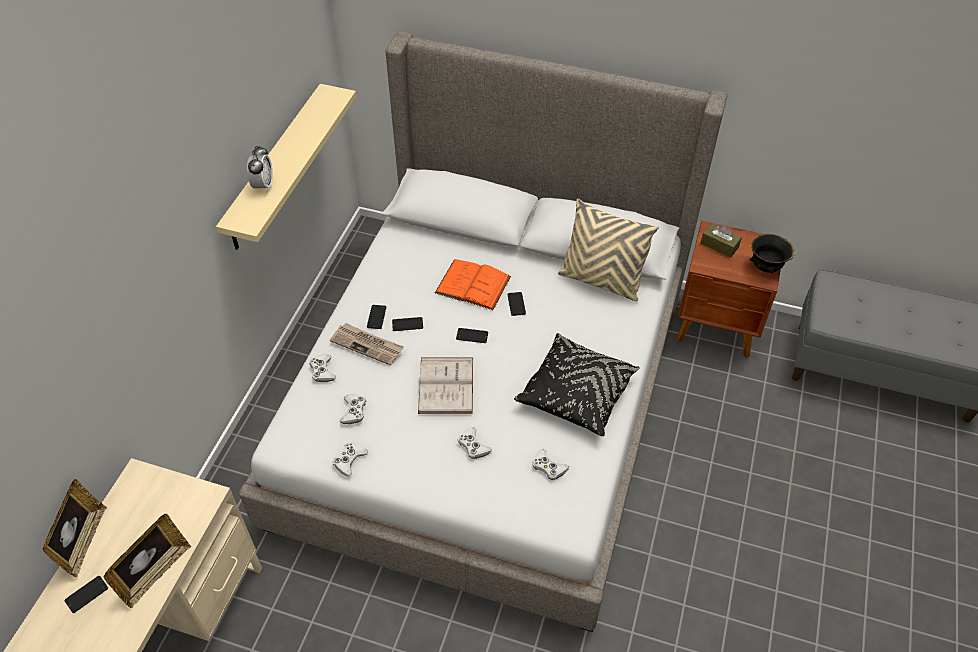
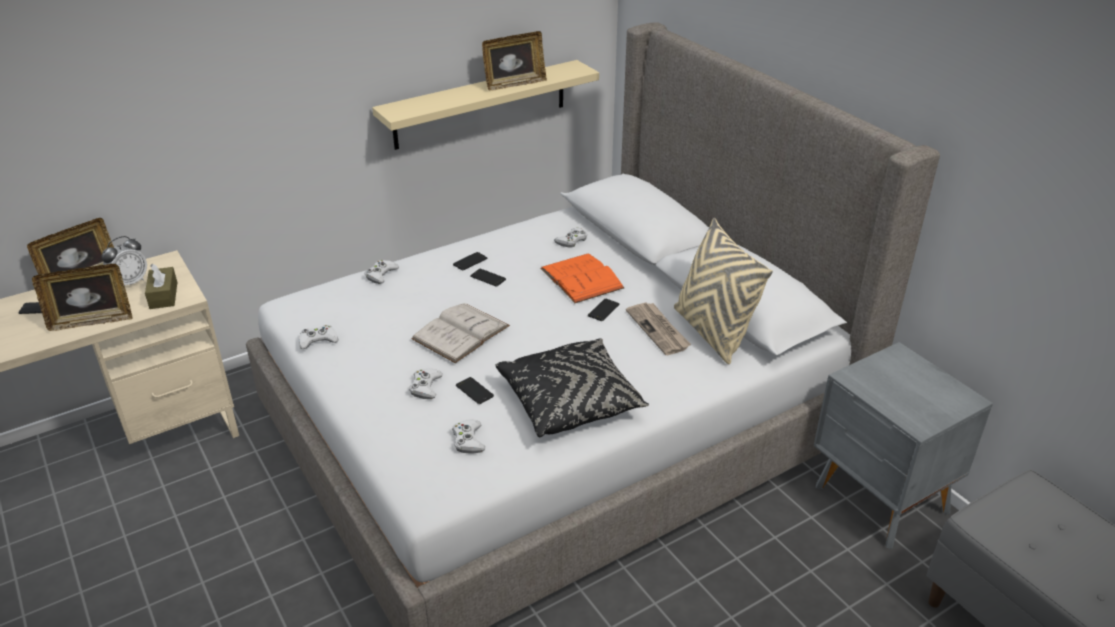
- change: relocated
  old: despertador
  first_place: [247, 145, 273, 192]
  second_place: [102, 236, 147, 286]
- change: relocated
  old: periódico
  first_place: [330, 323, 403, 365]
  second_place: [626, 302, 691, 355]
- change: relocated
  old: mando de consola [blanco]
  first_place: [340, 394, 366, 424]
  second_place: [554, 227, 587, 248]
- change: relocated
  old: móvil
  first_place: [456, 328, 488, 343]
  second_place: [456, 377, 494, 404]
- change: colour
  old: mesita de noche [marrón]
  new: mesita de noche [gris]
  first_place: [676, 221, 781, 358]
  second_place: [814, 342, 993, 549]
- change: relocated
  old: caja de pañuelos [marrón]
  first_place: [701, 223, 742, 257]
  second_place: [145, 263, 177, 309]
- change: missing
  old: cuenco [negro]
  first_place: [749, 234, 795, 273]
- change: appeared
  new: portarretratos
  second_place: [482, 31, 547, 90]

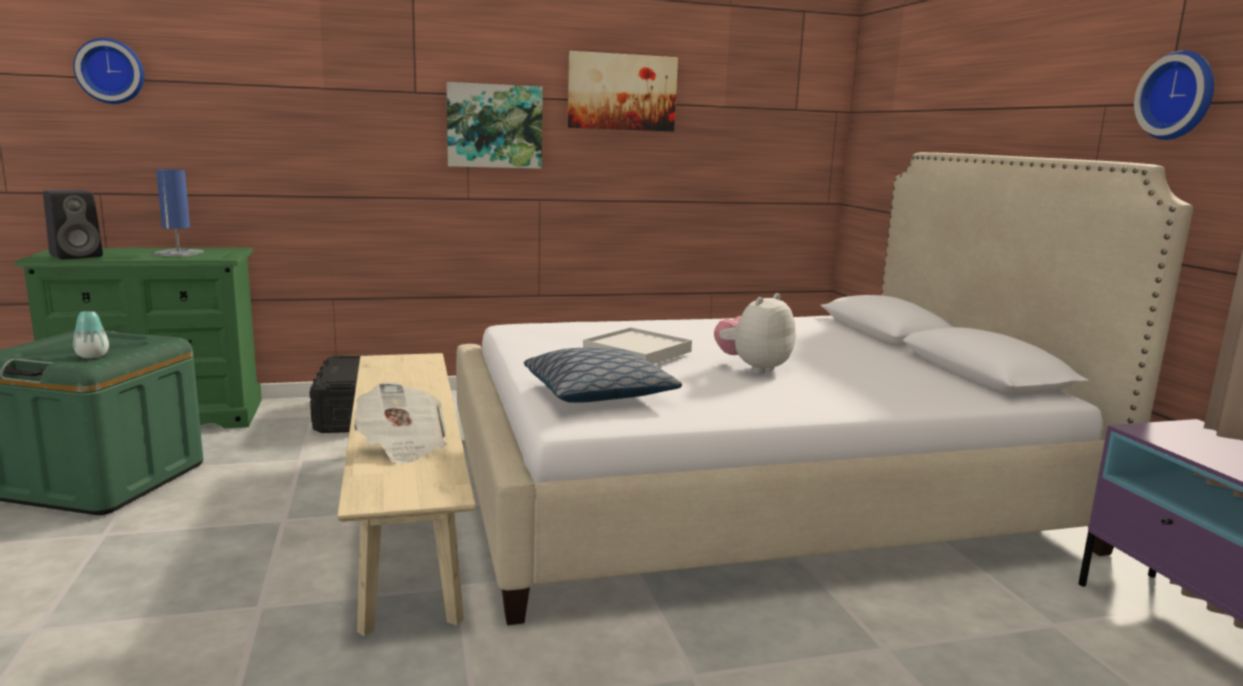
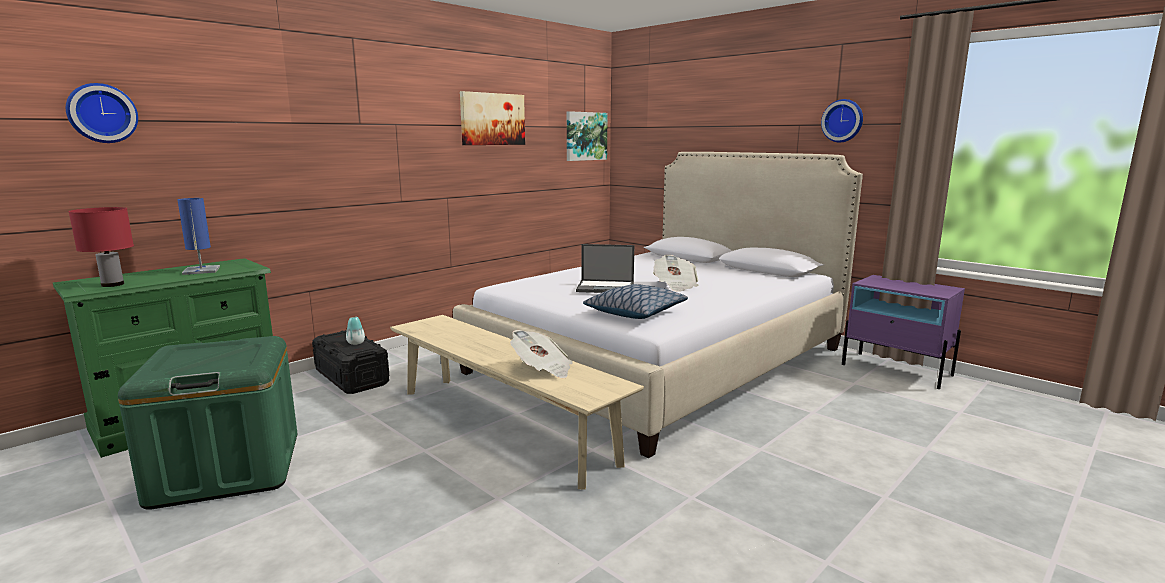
- change: exchanged
  old: altavoz [negro]
  new: lámpara de mesa [rojo]
  first_place: [43, 190, 103, 259]
  second_place: [68, 207, 134, 287]
- change: relocated
  old: florero
  first_place: [73, 311, 109, 358]
  second_place: [346, 317, 365, 345]
- change: relocated
  old: cuadro
  first_place: [446, 82, 543, 169]
  second_place: [567, 111, 608, 161]
- change: exchanged
  old: bandeja [blanco]
  new: portátil
  first_place: [583, 327, 692, 364]
  second_place: [576, 244, 634, 293]
- change: exchanged
  old: peluche
  new: periódico
  first_place: [714, 293, 795, 374]
  second_place: [653, 255, 698, 292]

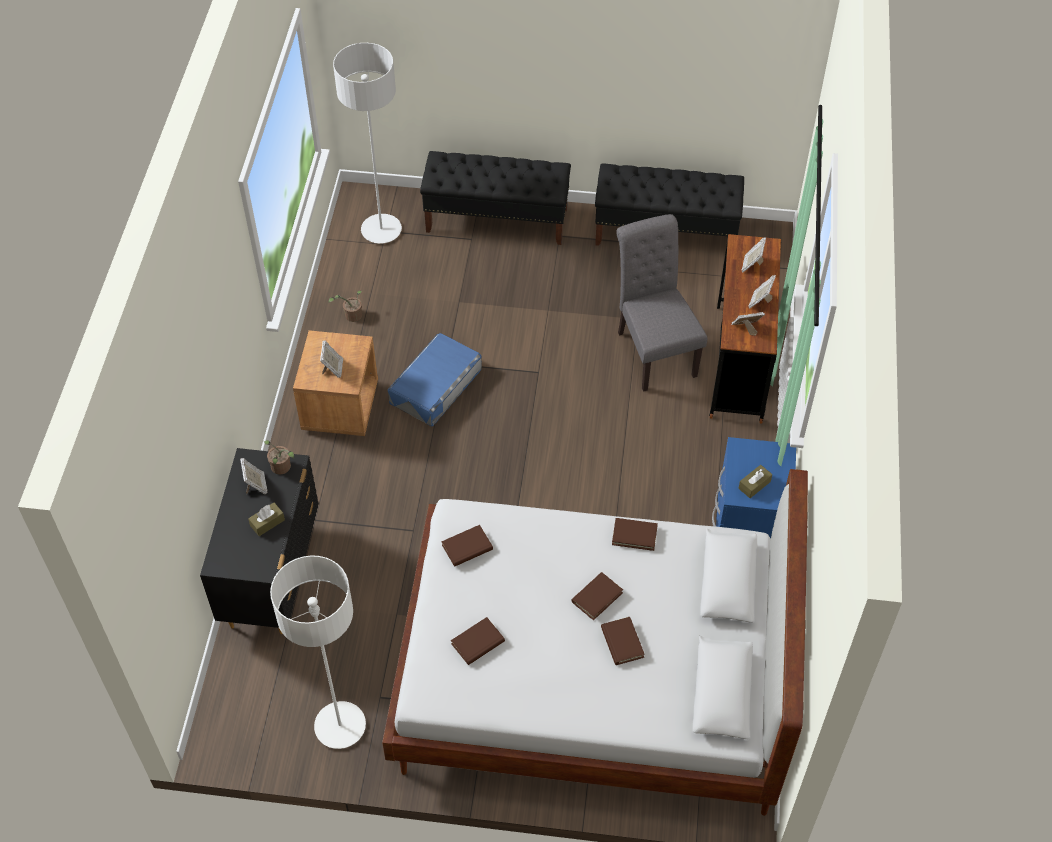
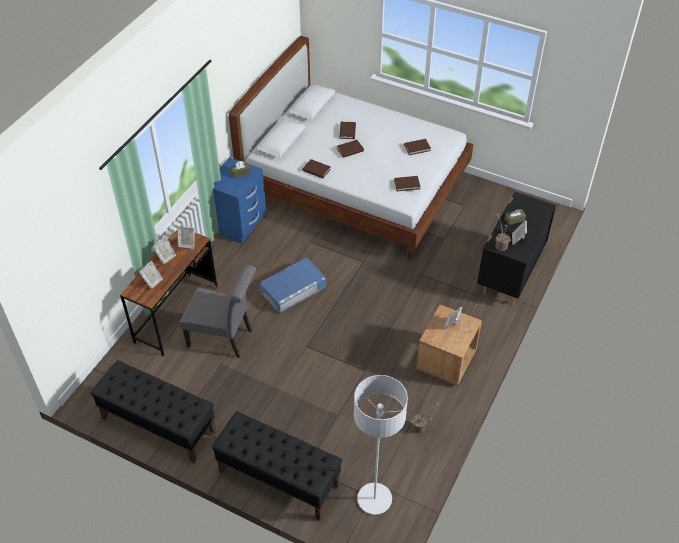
- change: missing
  old: lámpara de pie [blanco]
  first_place: [270, 556, 366, 749]
- change: relocated
  old: caja de almacenaje [azul]
  first_place: [388, 333, 482, 426]
  second_place: [259, 258, 327, 314]
- change: spun
  old: silla [gris]
  first_place: [616, 214, 707, 392]
  second_place: [179, 265, 256, 358]
  degrees: -75

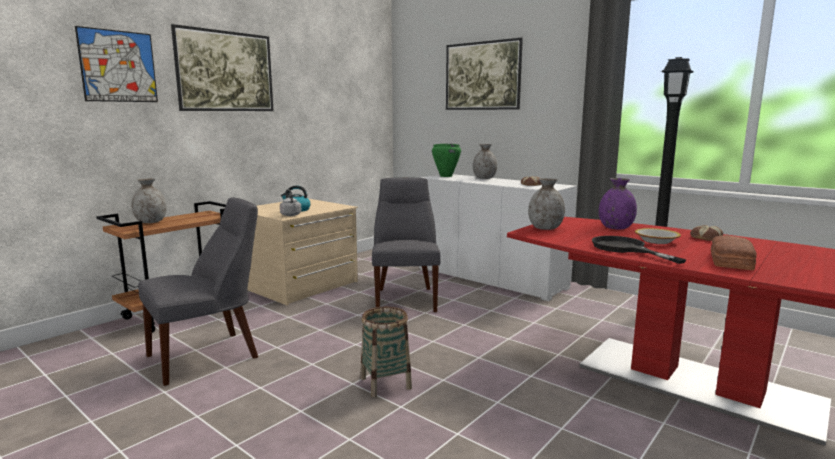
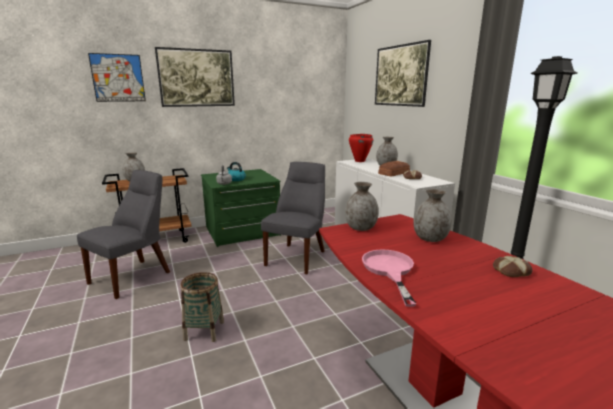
- change: spun
  old: silla [gris]
  first_place: [138, 197, 258, 386]
  second_place: [77, 170, 170, 299]
  degrees: -45
- change: colour
  old: cómoda [beis]
  new: cómoda [verde]
  first_place: [247, 199, 358, 305]
  second_place: [201, 169, 281, 247]
- change: colour
  old: olla [verde]
  new: olla [rojo]
  first_place: [432, 144, 461, 177]
  second_place: [349, 134, 373, 162]
- change: colour
  old: sartén [negro]
  new: sartén [rosa]
  first_place: [592, 236, 686, 264]
  second_place: [362, 249, 416, 307]
- change: colour
  old: florero [morado]
  new: florero [gris]
  first_place: [599, 178, 637, 229]
  second_place: [413, 189, 452, 242]
- change: missing
  old: cuenco
  first_place: [635, 228, 681, 244]
- change: relocated
  old: pan
  first_place: [711, 235, 757, 270]
  second_place: [378, 161, 410, 177]

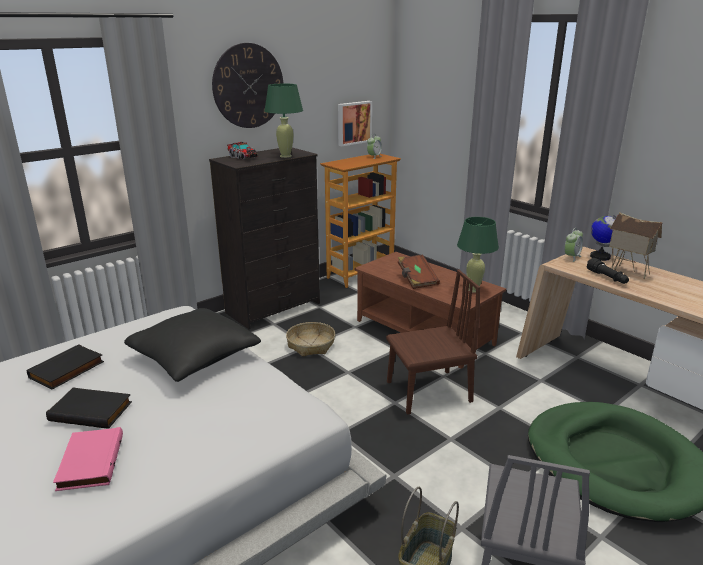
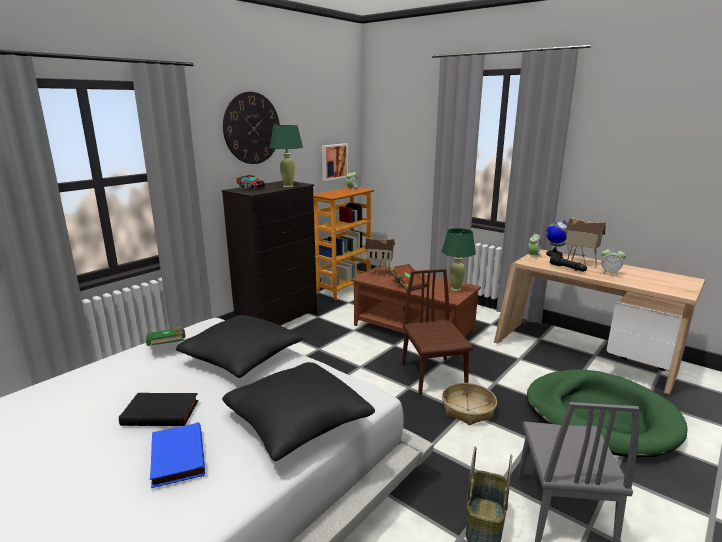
- change: missing
  old: libro [negro]
  first_place: [27, 345, 104, 390]
- change: colour
  old: libro [rosa]
  new: libro [azul]
  first_place: [53, 427, 123, 491]
  second_place: [150, 422, 205, 488]
- change: relocated
  old: cesta
  first_place: [286, 322, 335, 356]
  second_place: [442, 383, 497, 425]
- change: spun
  old: silla [marrón]
  first_place: [386, 270, 480, 415]
  second_place: [402, 269, 473, 395]
  degrees: -75
- change: appeared
  new: libro [verde]
  second_place: [146, 327, 185, 346]
- change: appeared
  new: cojín [negro]
  second_place: [222, 362, 375, 461]
- change: appeared
  new: casita
  second_place: [365, 238, 395, 276]
- change: appeared
  new: despertador
  second_place: [600, 247, 626, 276]

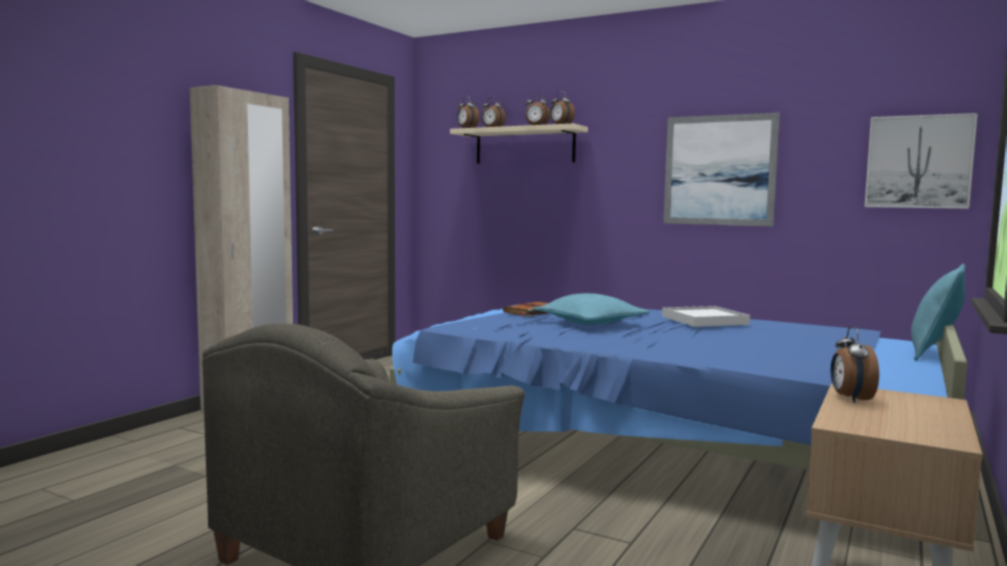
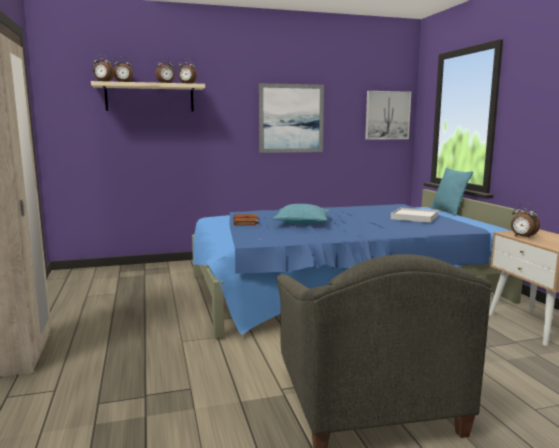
- change: relocated
  old: bandeja [blanco]
  first_place: [662, 306, 750, 327]
  second_place: [391, 208, 438, 223]

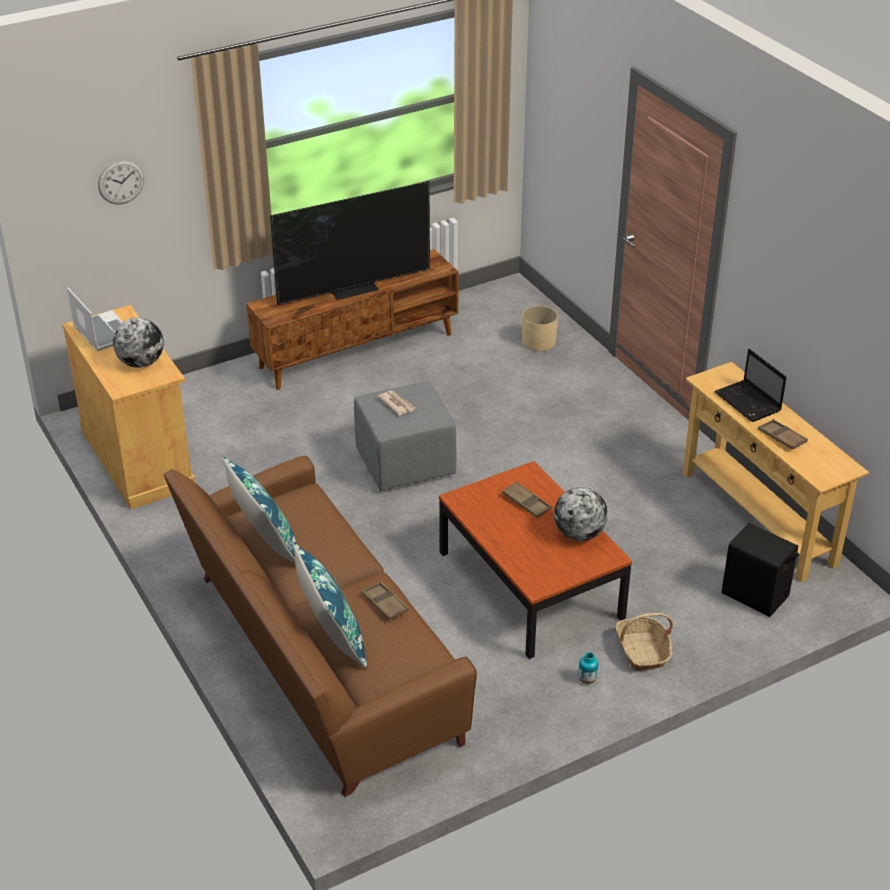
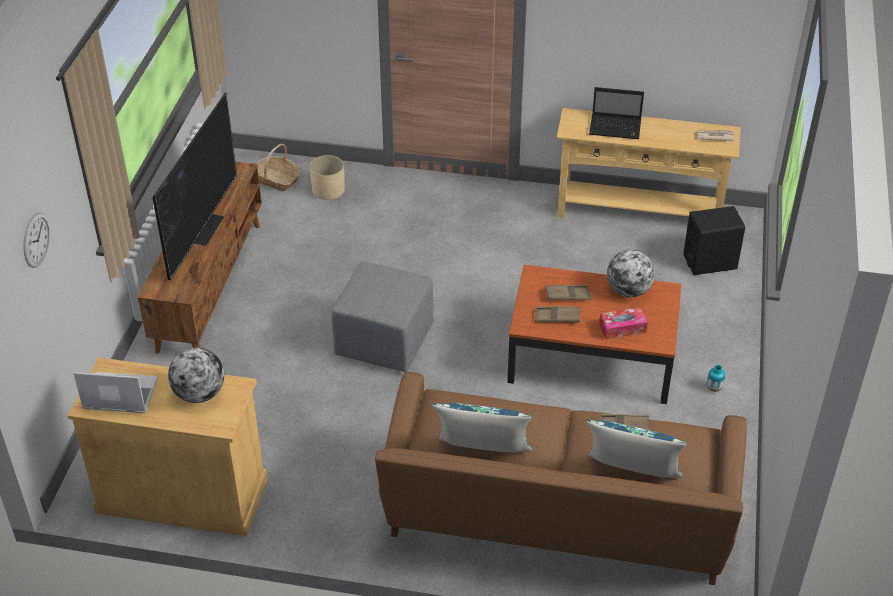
- change: relocated
  old: periódico
  first_place: [378, 390, 415, 416]
  second_place: [697, 130, 734, 141]
- change: relocated
  old: cesta
  first_place: [616, 613, 673, 670]
  second_place: [256, 144, 301, 191]
- change: relocated
  old: bandeja [marrón]
  first_place: [758, 419, 808, 449]
  second_place: [535, 306, 580, 323]
- change: appeared
  new: caja de pañuelos
  second_place: [599, 307, 648, 339]

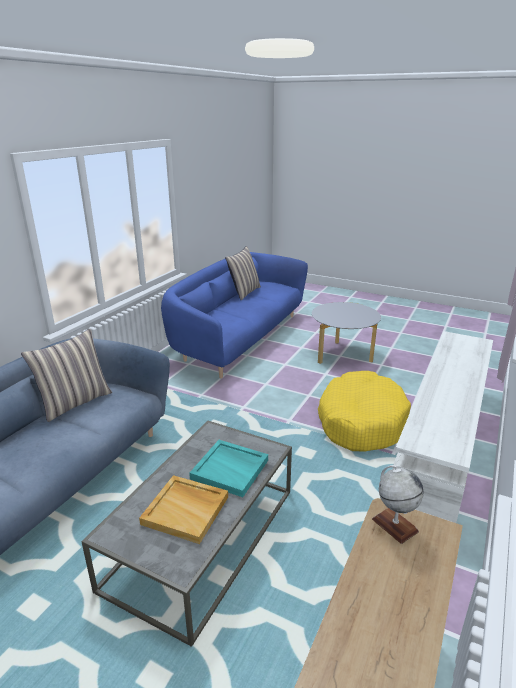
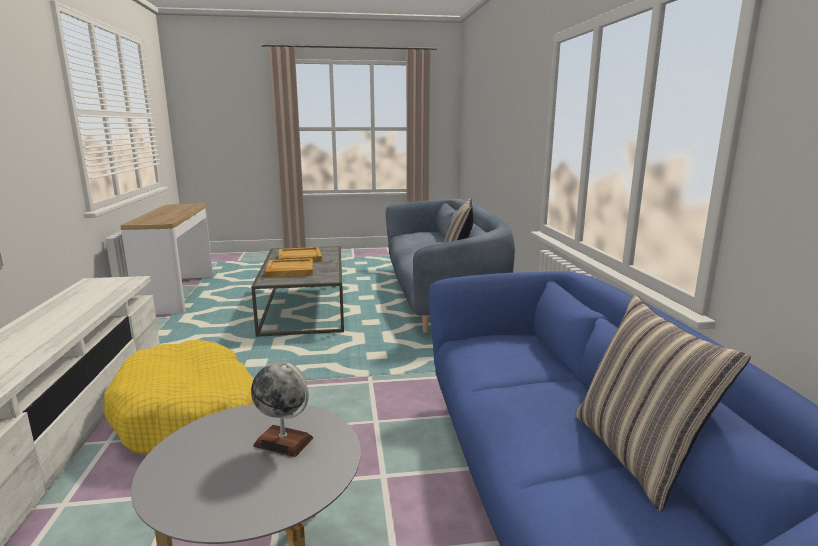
- change: colour
  old: bandeja [turquesa]
  new: bandeja [beis]
  first_place: [189, 440, 268, 497]
  second_place: [265, 258, 313, 278]
- change: relocated
  old: globo terráqueo
  first_place: [372, 465, 424, 544]
  second_place: [251, 362, 313, 457]

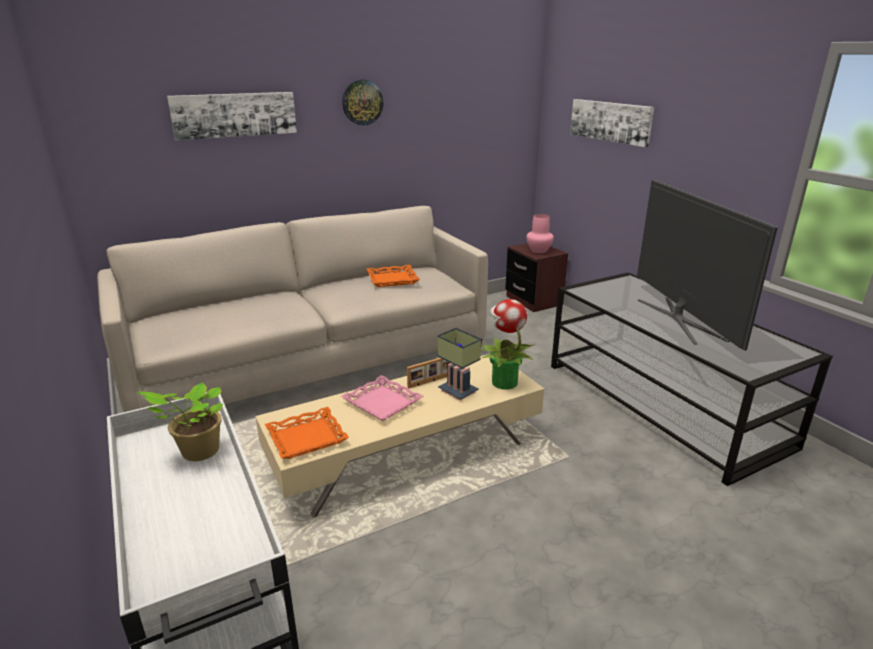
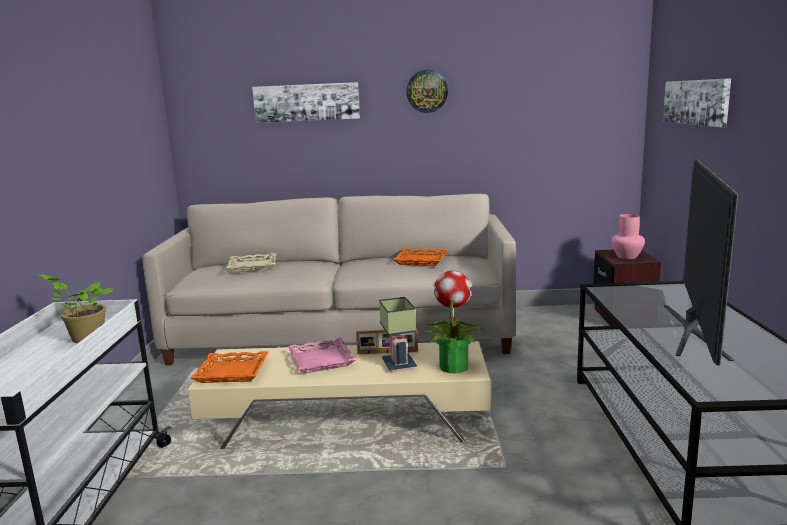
- change: appeared
  new: bandeja [beis]
  second_place: [226, 253, 276, 272]

